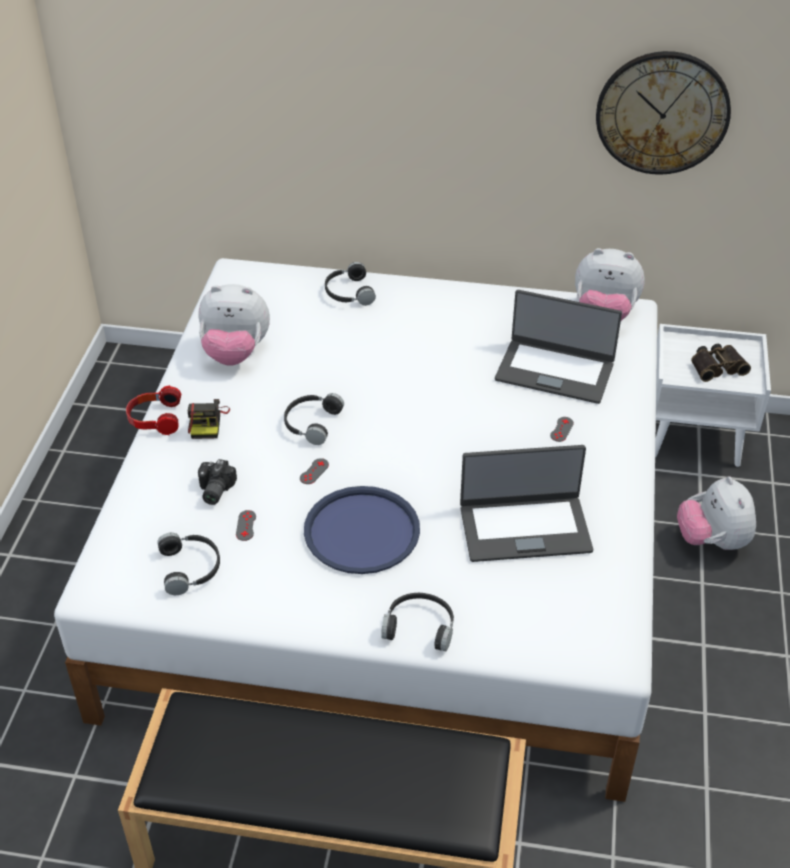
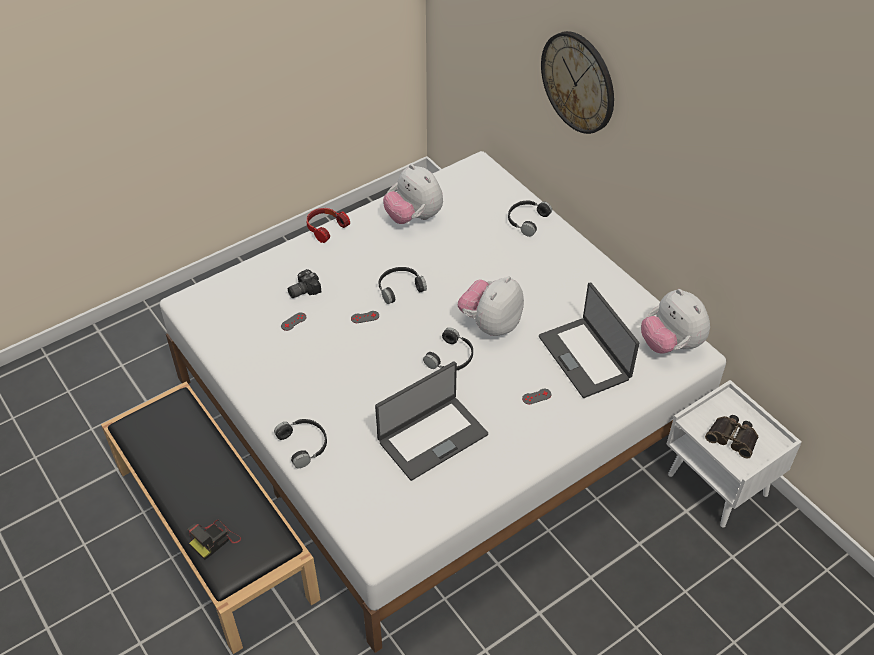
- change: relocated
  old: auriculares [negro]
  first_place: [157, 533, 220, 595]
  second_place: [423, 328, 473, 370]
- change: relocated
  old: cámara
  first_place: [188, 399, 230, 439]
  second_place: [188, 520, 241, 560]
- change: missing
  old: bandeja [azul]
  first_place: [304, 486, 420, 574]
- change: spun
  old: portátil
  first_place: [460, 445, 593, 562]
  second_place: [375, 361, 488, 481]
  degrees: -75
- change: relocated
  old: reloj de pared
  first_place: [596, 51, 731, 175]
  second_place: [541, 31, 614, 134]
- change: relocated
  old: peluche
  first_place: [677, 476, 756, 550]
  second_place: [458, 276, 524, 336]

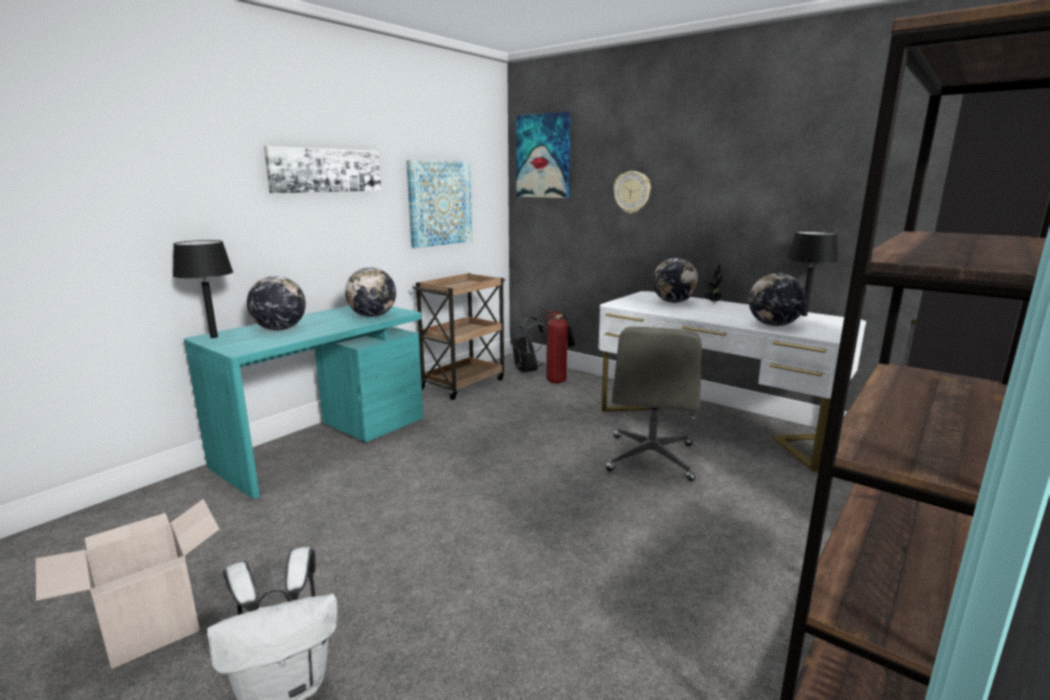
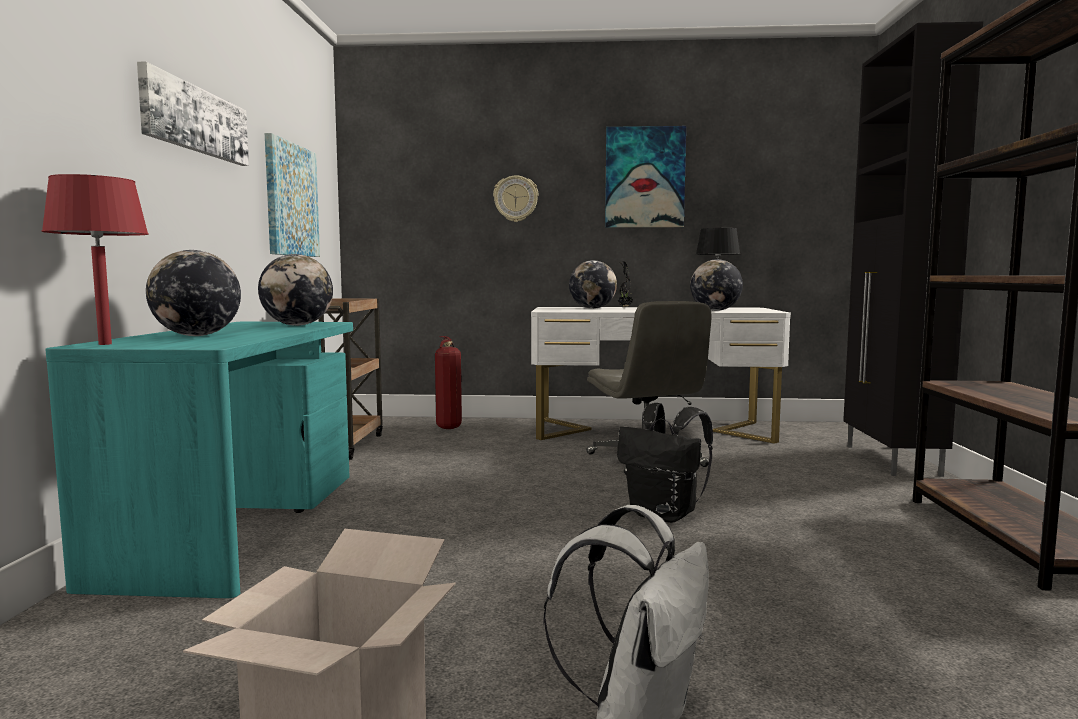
- change: colour
  old: lámpara de mesa [negro]
  new: lámpara de mesa [rojo]
  first_place: [173, 240, 233, 338]
  second_place: [42, 174, 149, 345]
- change: relocated
  old: mochila [negro]
  first_place: [510, 316, 547, 373]
  second_place: [617, 403, 713, 523]
- change: relocated
  old: cuadro
  first_place: [516, 112, 571, 198]
  second_place: [605, 126, 686, 228]

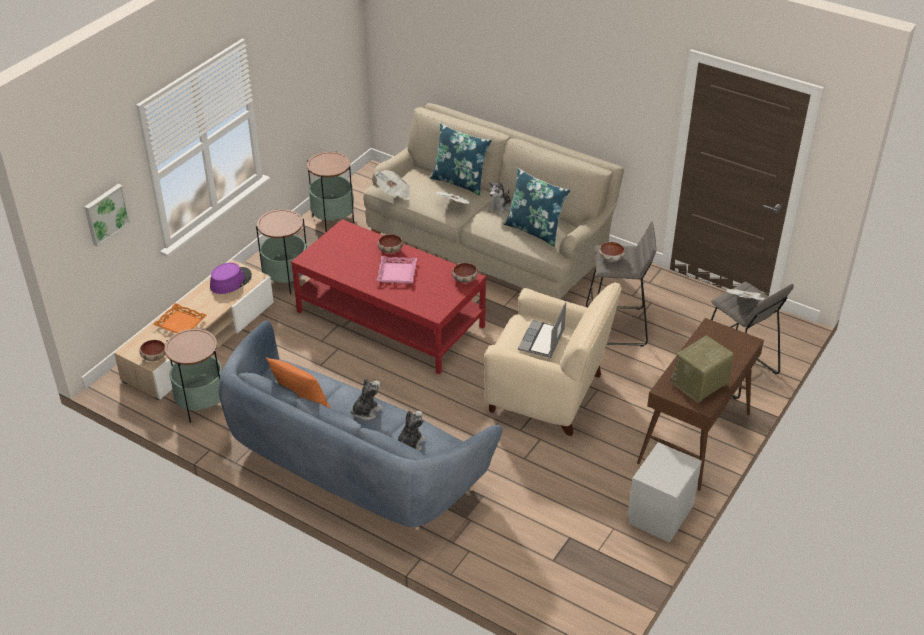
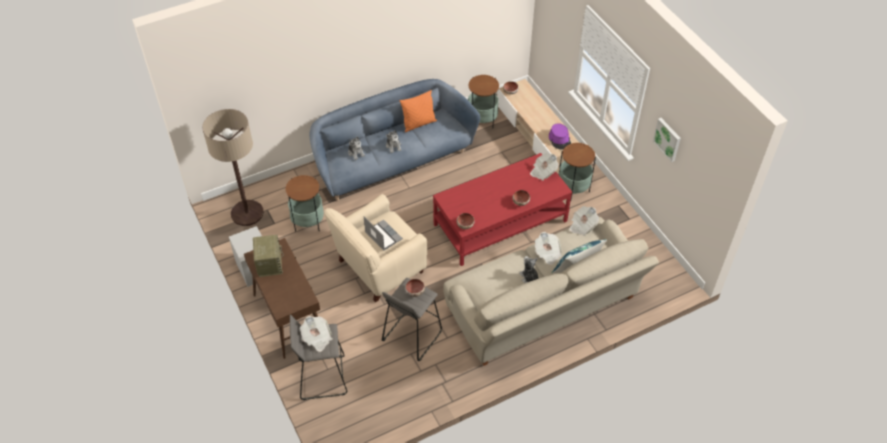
- change: relocated
  old: cuadro
  first_place: [84, 184, 131, 247]
  second_place: [652, 118, 681, 162]
- change: missing
  old: bandeja [naranja]
  first_place: [153, 303, 207, 333]
- change: relocated
  old: mesa auxiliar
  first_place: [307, 151, 354, 232]
  second_place: [286, 175, 324, 231]
- change: missing
  old: bandeja [rosa]
  first_place: [376, 256, 417, 283]
- change: missing
  old: cojín [azul]
  first_place: [504, 168, 570, 247]
- change: appeared
  new: lámpara de pie
  second_place: [202, 109, 264, 226]
- change: appeared
  new: periódico
  second_place: [530, 153, 559, 181]

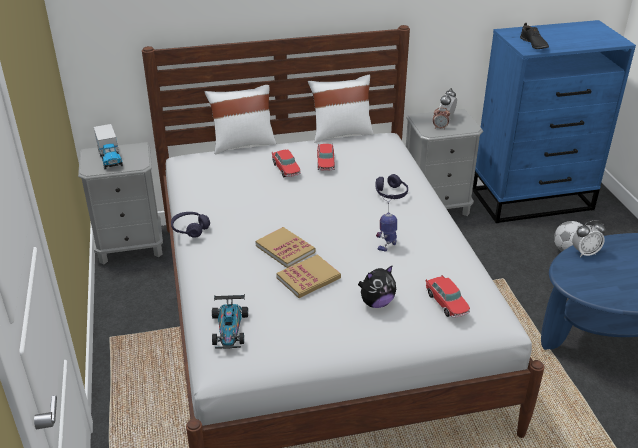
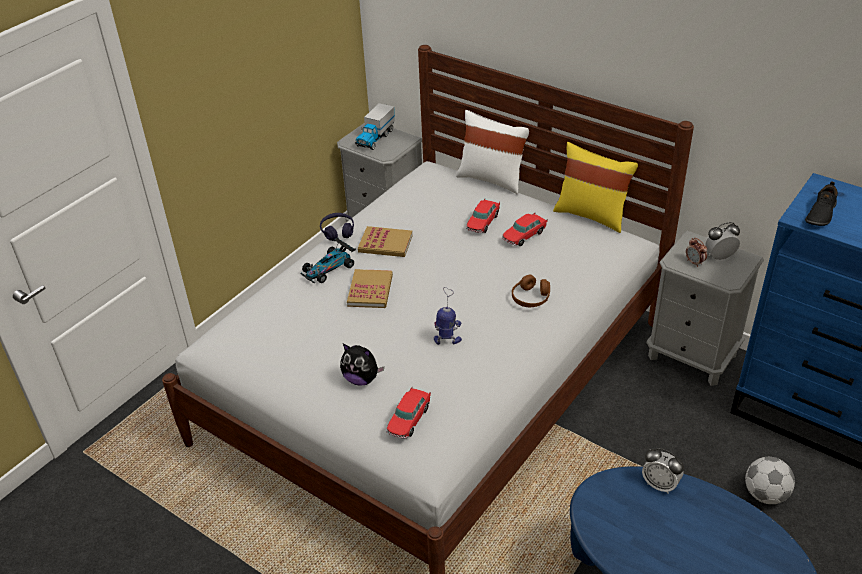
- change: relocated
  old: coche de juguete
  first_place: [212, 294, 248, 349]
  second_place: [300, 238, 356, 283]
- change: relocated
  old: libro
  first_place: [276, 254, 341, 298]
  second_place: [358, 226, 413, 257]
- change: colour
  old: cojín [blanco]
  new: cojín [amarillo]
  first_place: [308, 75, 374, 143]
  second_place: [553, 142, 638, 233]
- change: colour
  old: auriculares [morado]
  new: auriculares [marrón]
  first_place: [375, 174, 408, 199]
  second_place: [512, 275, 550, 307]

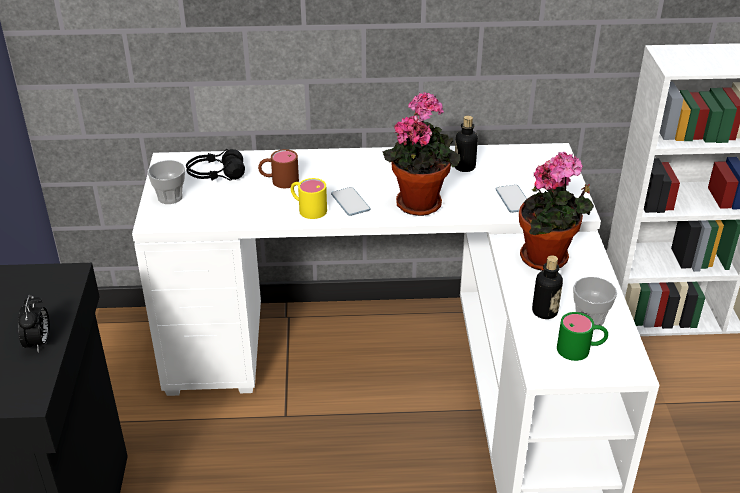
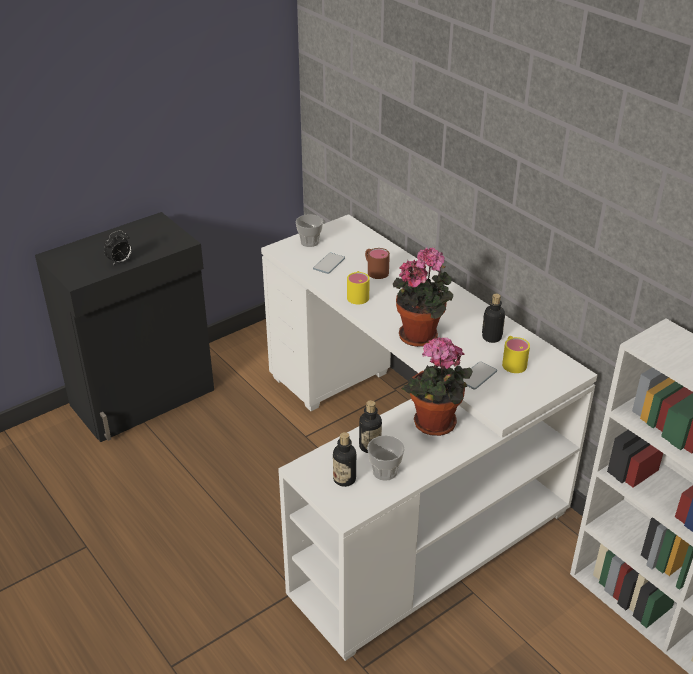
- change: missing
  old: auriculares [negro]
  first_place: [186, 149, 245, 181]
- change: relocated
  old: móvil
  first_place: [331, 187, 370, 216]
  second_place: [313, 253, 345, 274]
- change: exchanged
  old: taza grande [verde]
  new: botella
  first_place: [557, 312, 608, 361]
  second_place: [333, 432, 356, 487]
- change: appeared
  new: taza grande [amarillo]
  second_place: [502, 336, 530, 373]

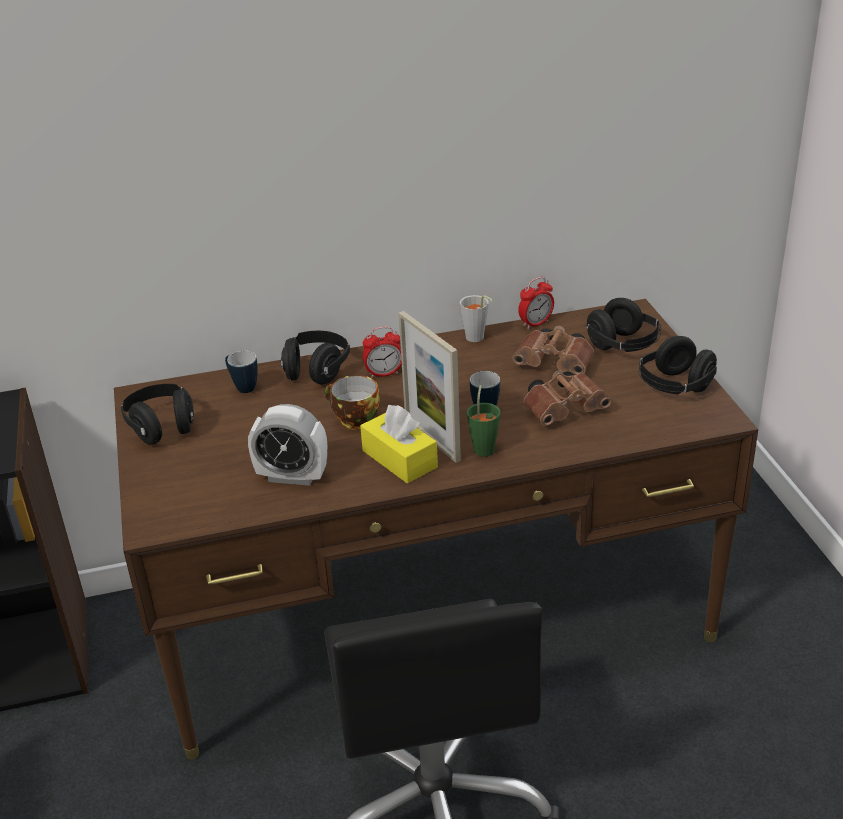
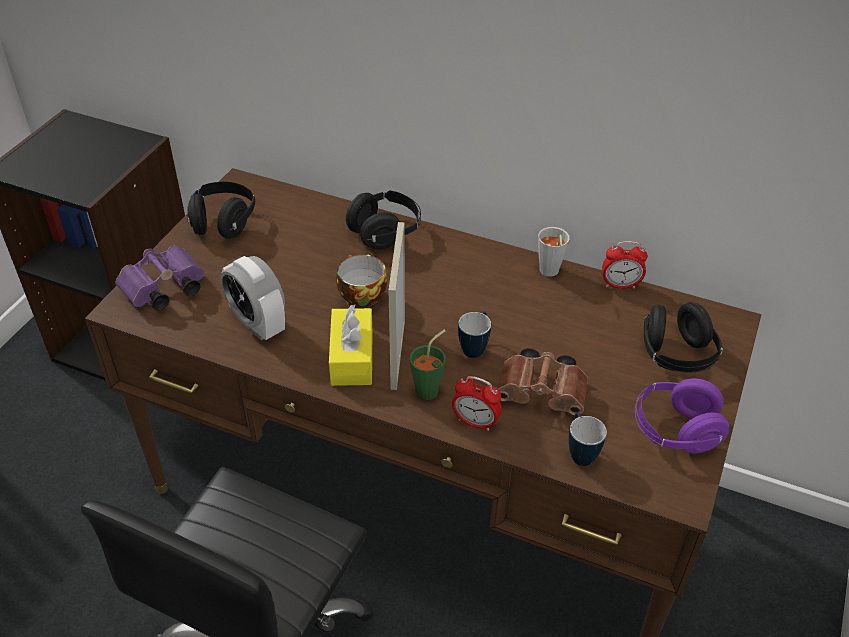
- change: relocated
  old: taza grande
  first_place: [225, 351, 258, 393]
  second_place: [569, 413, 607, 466]
- change: relocated
  old: despertador
  first_place: [363, 326, 402, 378]
  second_place: [452, 376, 502, 431]
- change: missing
  old: prismáticos [marrón]
  first_place: [512, 326, 594, 375]
- change: colour
  old: auriculares [negro]
  new: auriculares [morado]
  first_place: [639, 336, 717, 395]
  second_place: [635, 378, 729, 453]
- change: appeared
  new: prismáticos [morado]
  second_place: [116, 245, 205, 310]

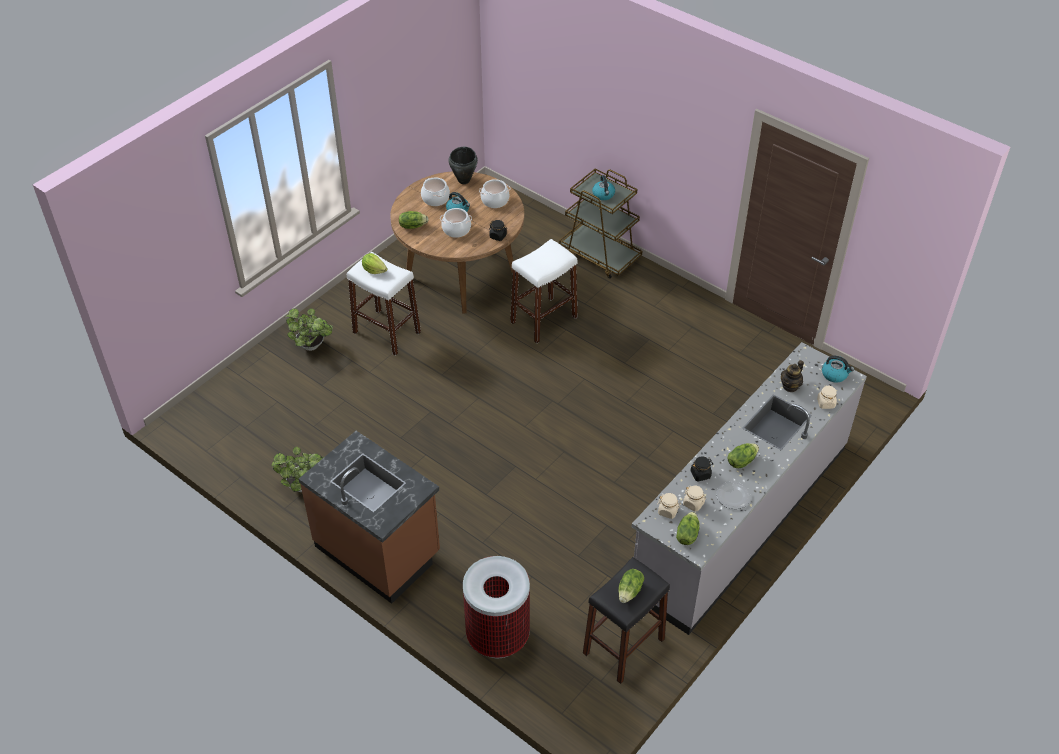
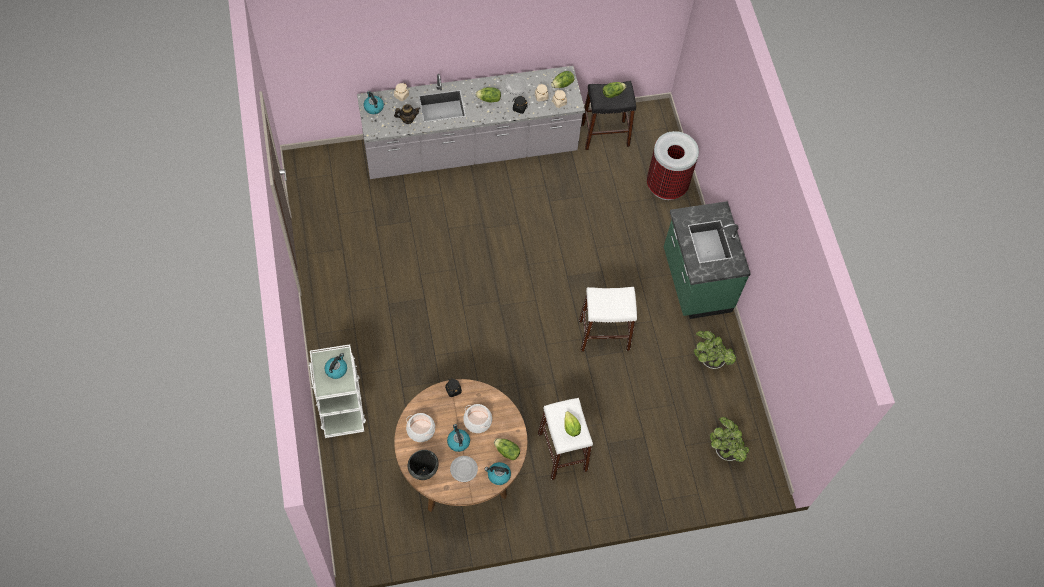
- change: relocated
  old: planta en maceta
  first_place: [285, 308, 333, 351]
  second_place: [710, 417, 749, 462]
- change: colour
  old: mueble bajo de cocina [marrón]
  new: mueble bajo de cocina [verde]
  first_place: [299, 431, 440, 604]
  second_place: [664, 201, 751, 319]
- change: exchanged
  old: olla
  new: plato
  first_place: [421, 177, 450, 206]
  second_place: [450, 456, 478, 482]
- change: relocated
  old: taburete [blanco]
  first_place: [510, 239, 577, 343]
  second_place: [579, 287, 637, 351]
- change: colour
  old: carrito [marrón]
  new: carrito [blanco]
  first_place: [559, 168, 642, 279]
  second_place: [309, 344, 366, 438]
- change: appeared
  new: hervidor
  second_place: [485, 462, 511, 485]

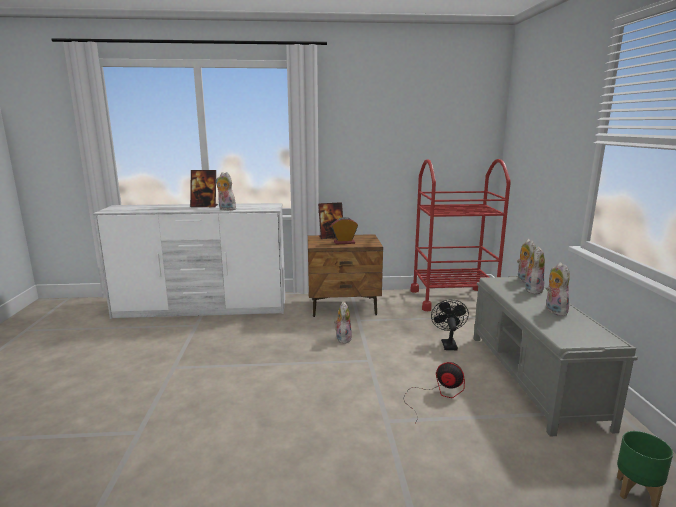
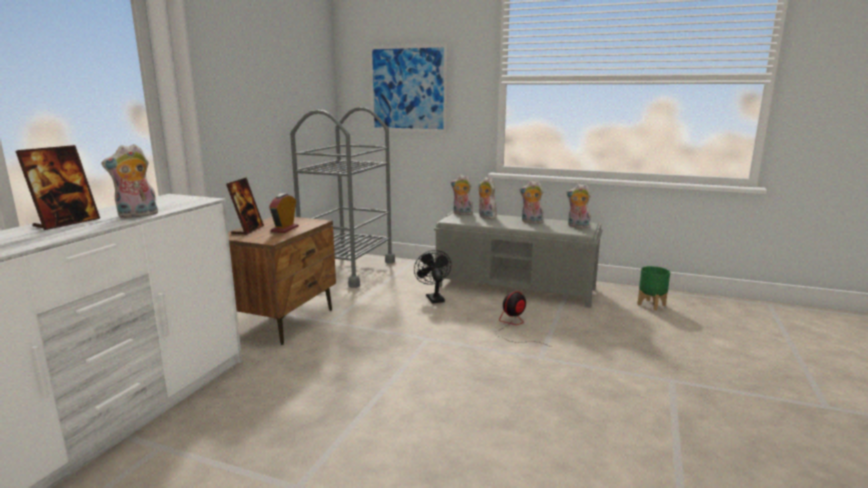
- change: relocated
  old: peluche
  first_place: [334, 302, 352, 344]
  second_place: [566, 184, 591, 228]
- change: colour
  old: carrito [rojo]
  new: carrito [gris]
  first_place: [410, 159, 511, 311]
  second_place: [290, 107, 395, 288]
- change: spun
  old: ventilador [negro]
  first_place: [431, 300, 469, 350]
  second_place: [414, 250, 451, 304]
  degrees: 45
- change: appeared
  new: cuadro
  second_place: [369, 44, 448, 133]

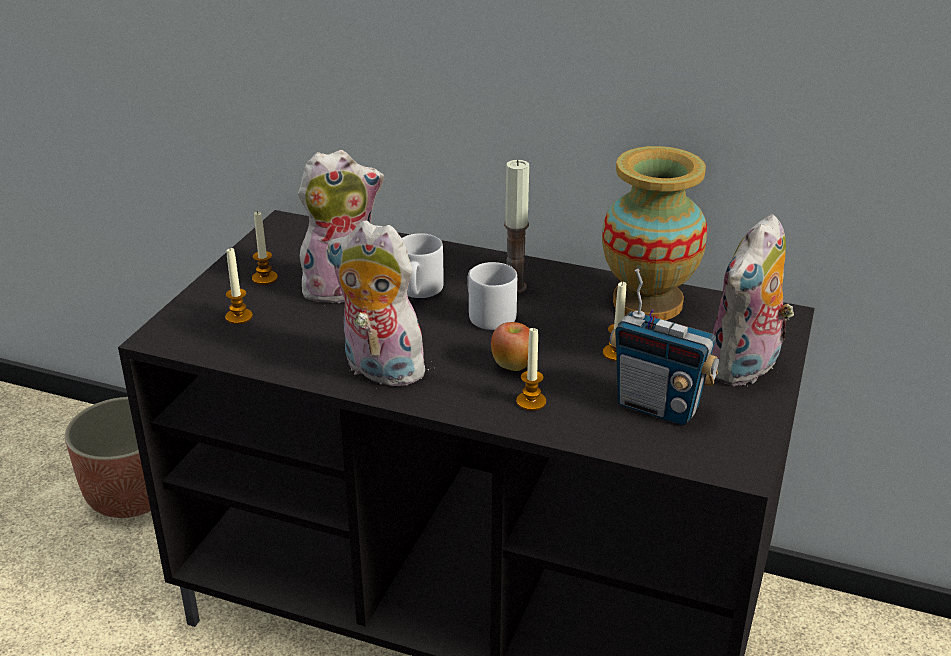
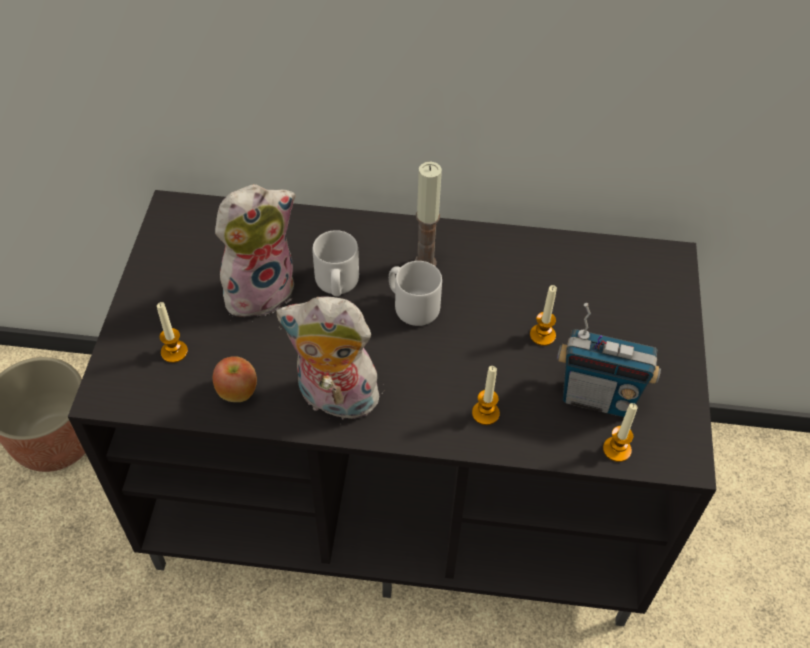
- change: relocated
  old: vela
  first_place: [252, 211, 278, 285]
  second_place: [603, 403, 638, 462]
- change: relocated
  old: manzana
  first_place: [491, 322, 529, 371]
  second_place: [213, 356, 257, 402]
- change: missing
  old: florero
  first_place: [602, 146, 707, 320]
- change: missing
  old: peluche
  first_place: [711, 214, 794, 386]

